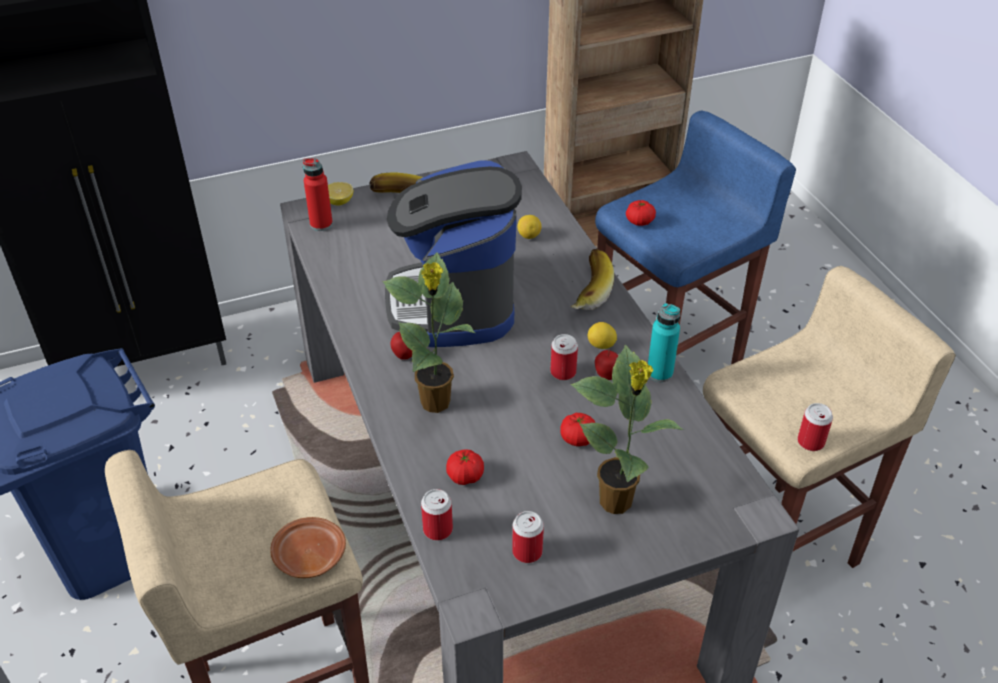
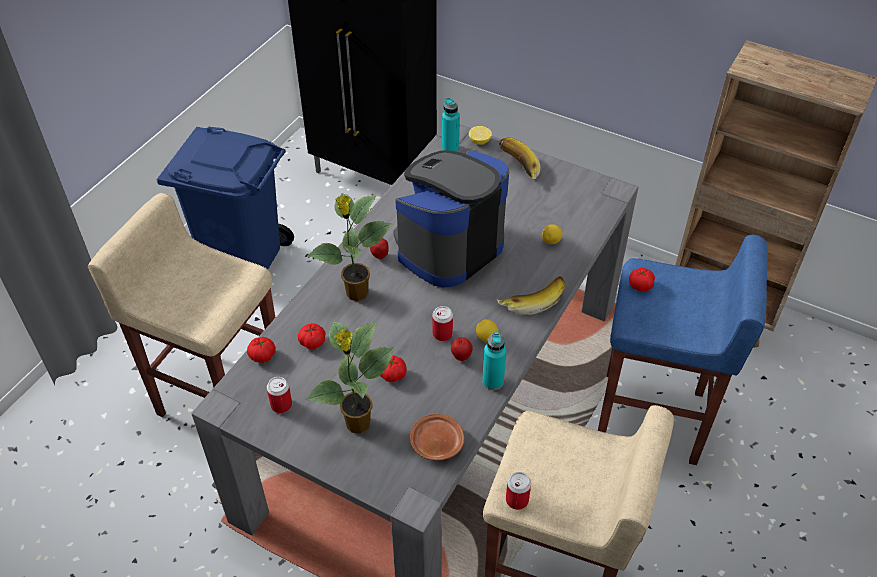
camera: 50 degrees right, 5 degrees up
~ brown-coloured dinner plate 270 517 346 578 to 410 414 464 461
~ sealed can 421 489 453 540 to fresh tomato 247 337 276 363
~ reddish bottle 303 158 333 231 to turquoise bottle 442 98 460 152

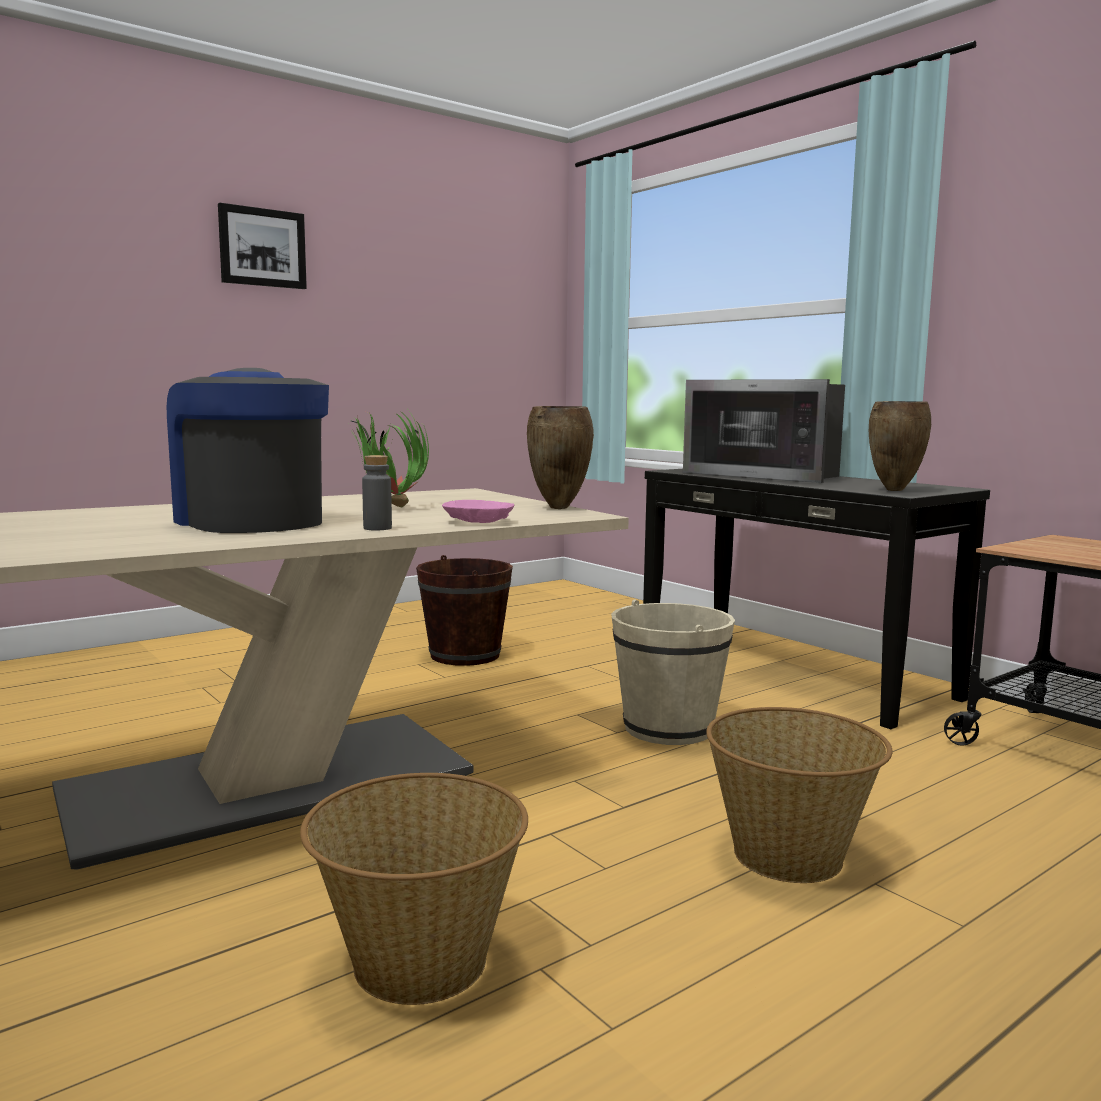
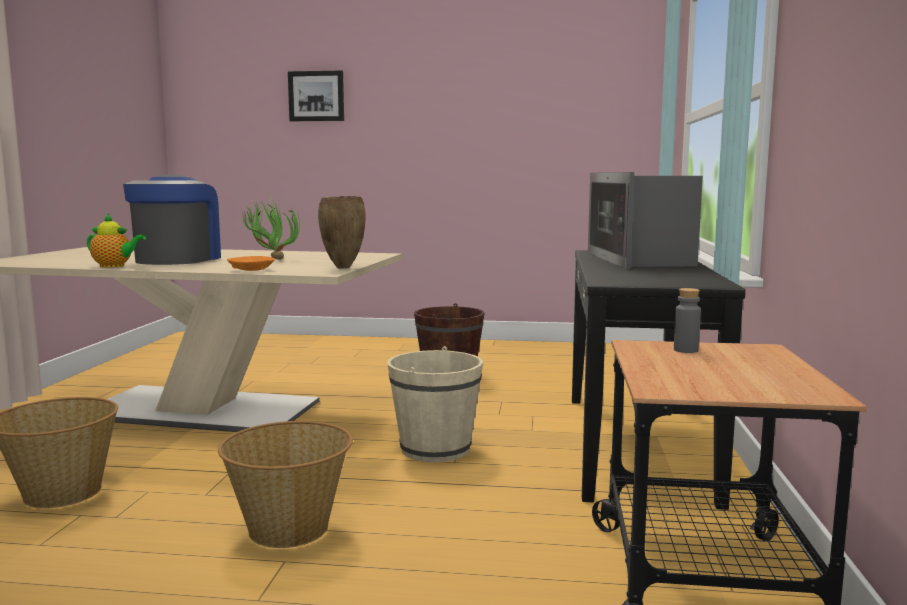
camera: 45 degrees right, 0 degrees up
- brown-coloured decorative vase 869 401 931 491
+ pot for tea 87 214 146 268
~ picture 218 203 307 289 to 288 70 344 121
~ greyish bottle 362 455 392 530 to 674 288 701 353
~ pinkish serving bowl 442 500 514 523 to orange serving bowl 227 256 275 271

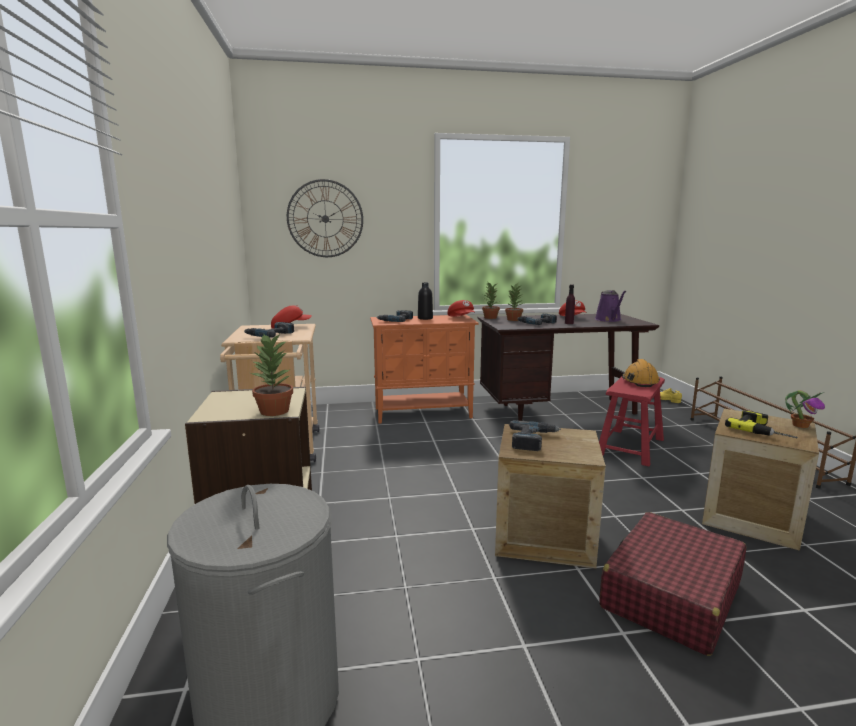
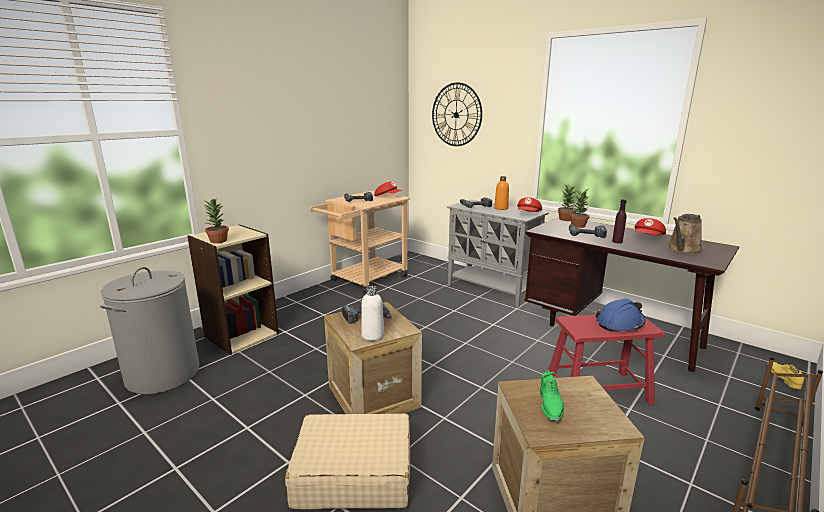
camera: 50 degrees right, 5 degrees up
- potted plant 785 390 825 428
+ whitish bottle 361 286 384 341
~ power drill 725 410 798 439 to green low shoe 540 370 564 421
~ orange cabinet 370 315 478 424 to greyish cabinet 447 199 549 308
~ black bottle 418 283 433 320 to orange bottle 494 176 509 210
~ purplish sprinkling can 595 290 626 322 to brown-coloured sprinkling can 667 214 702 254
~ reddish travel case 599 512 746 656 to sand-coloured travel case 285 413 410 509
~ orange work helmet 622 359 660 387 to blue-coloured work helmet 595 299 645 332

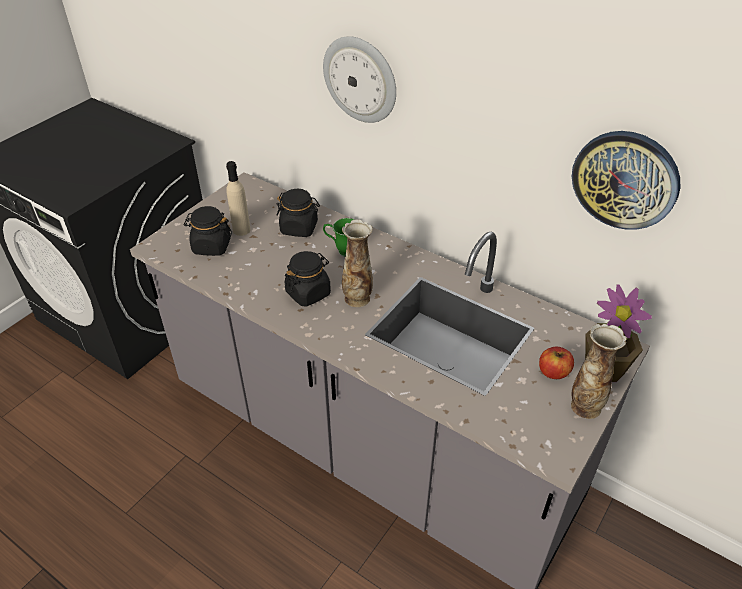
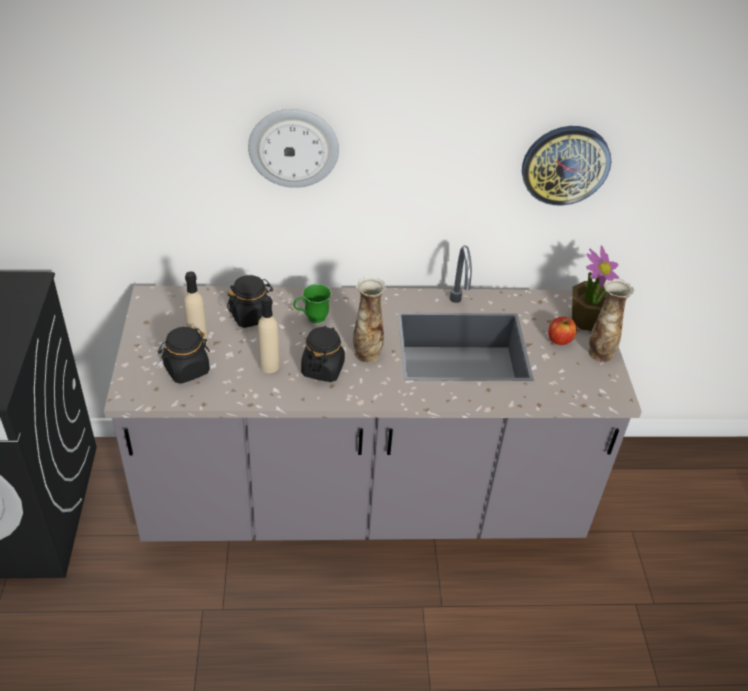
camera: 40 degrees left, 0 degrees up
+ sand-coloured bottle 258 296 280 373

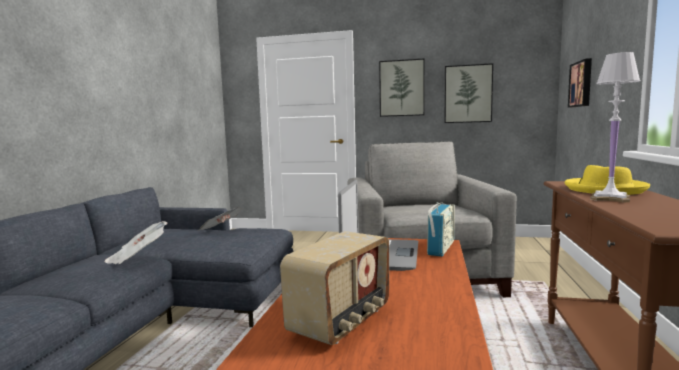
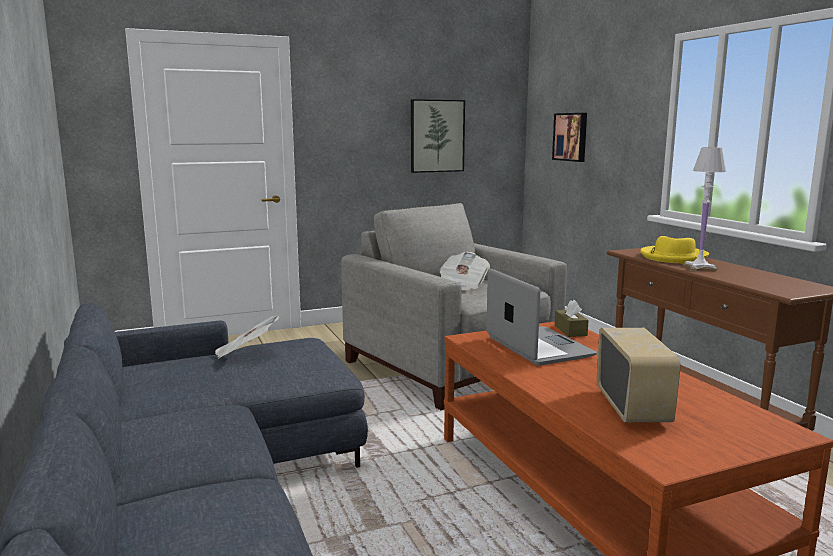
camera: 35 degrees left, 5 degrees up
- picture 379 58 425 117
~ newspaper 105 221 168 264 to 439 252 490 290
~ radio receiver 427 202 455 257 to brown-coloured box of tissues 555 300 589 337

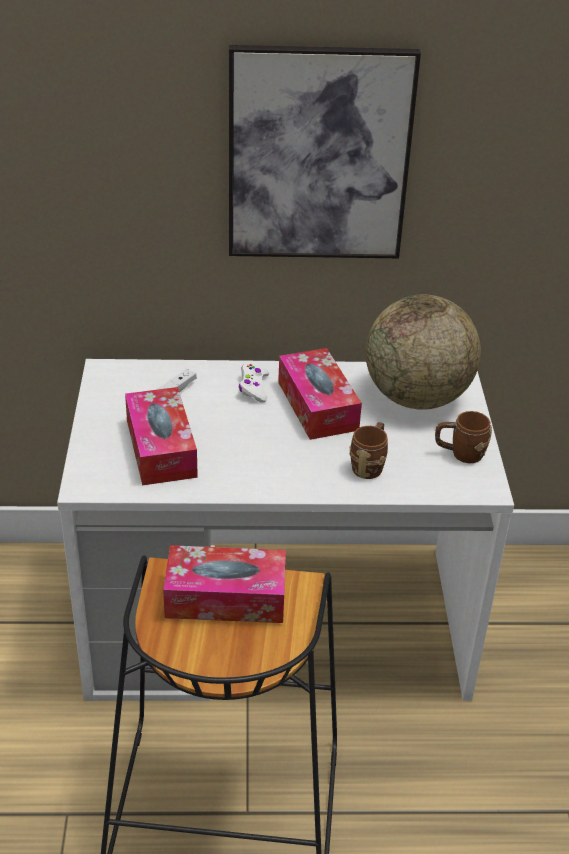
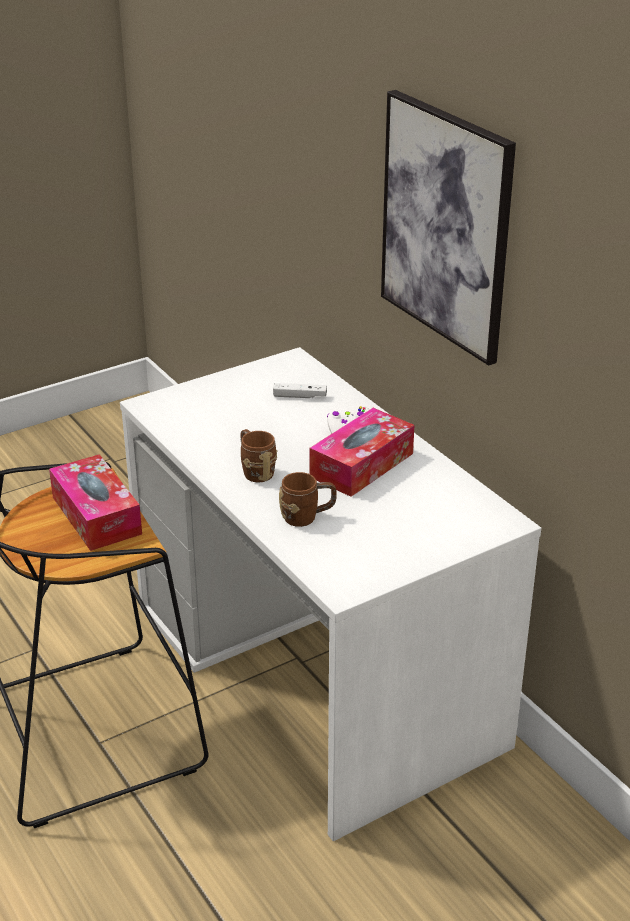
camera: 60 degrees right, 5 degrees down
- box of tissues 125 387 198 485
- desk globe 366 294 481 410
~ brown-coloured mug 435 411 492 463 to 241 429 277 482

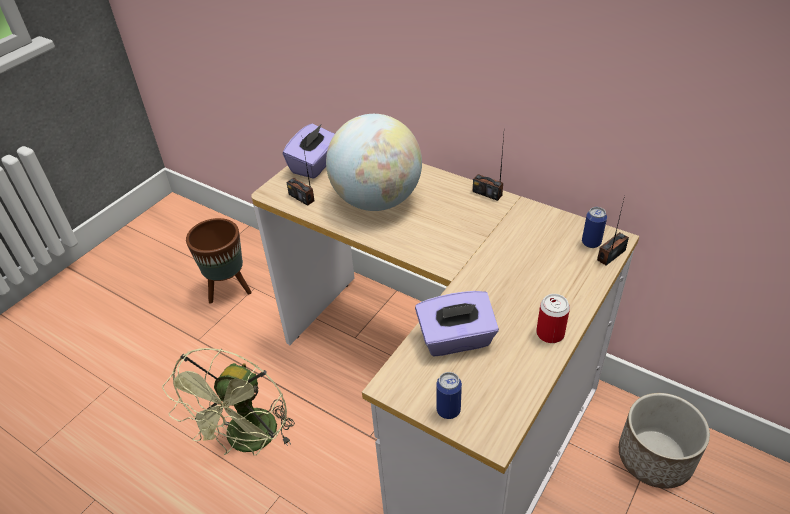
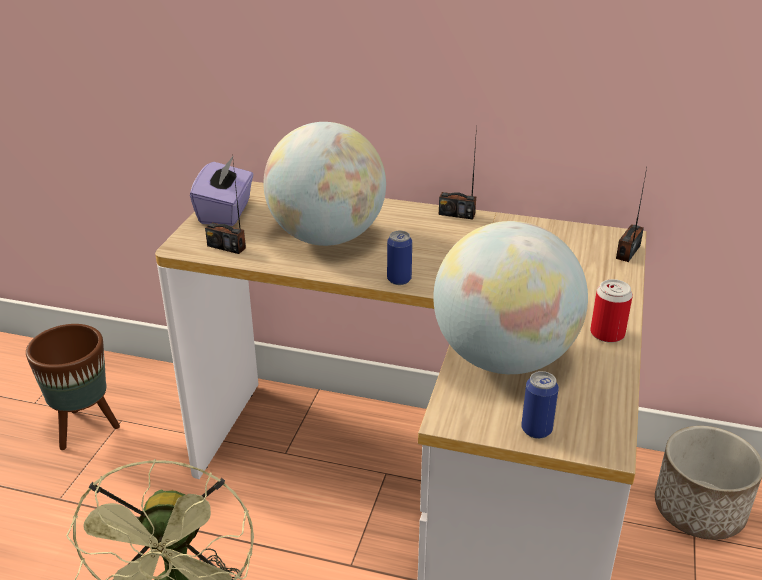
camera: 20 degrees left, 10 degrees down
~ sealed can 582 207 607 248 to 387 231 412 285
~ purplish box of tissues 415 291 499 356 to desk globe 433 221 588 374

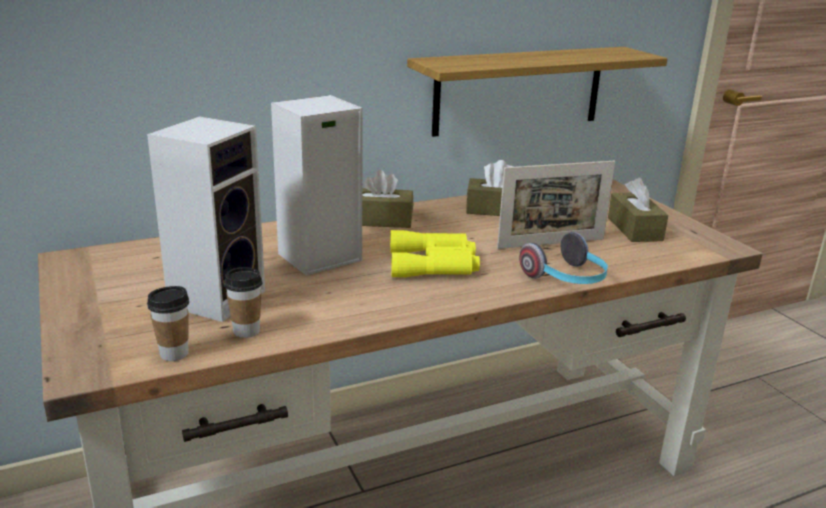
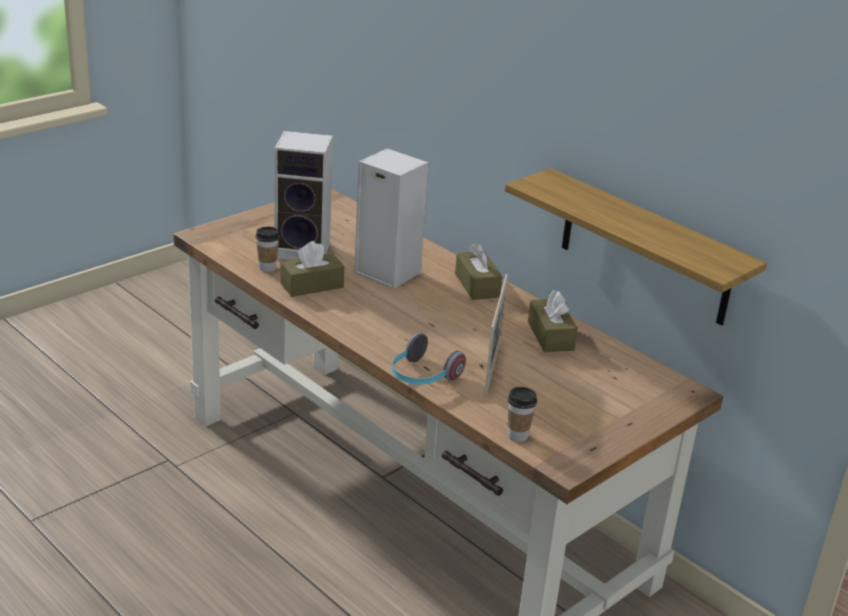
camera: 70 degrees right, 5 degrees up
- yellow field glasses 390 230 480 277
~ drinking cup 147 286 189 361 to 508 387 537 442
~ brown-coloured box of tissues 608 178 668 242 to 280 241 344 297
~ standing frame 497 161 615 249 = 484 274 508 397 135 degrees counterclockwise

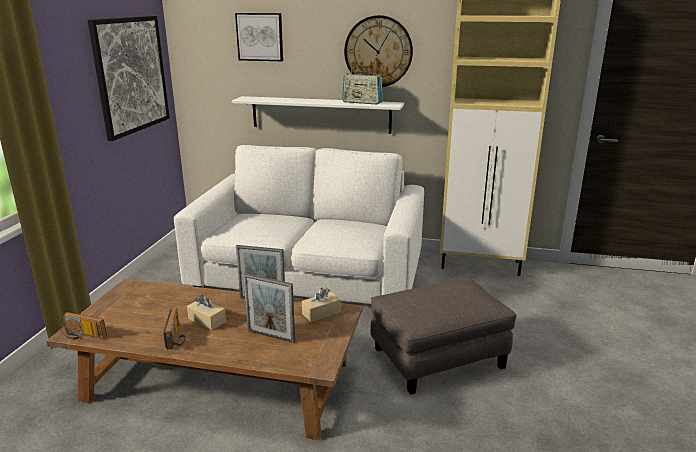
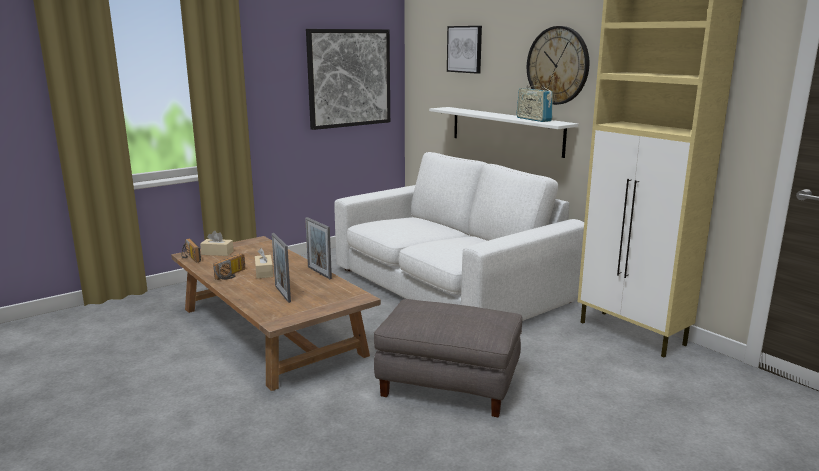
camera: 40 degrees right, 5 degrees down
~ sand-coloured box of tissues 302 288 341 322 to 200 231 234 256

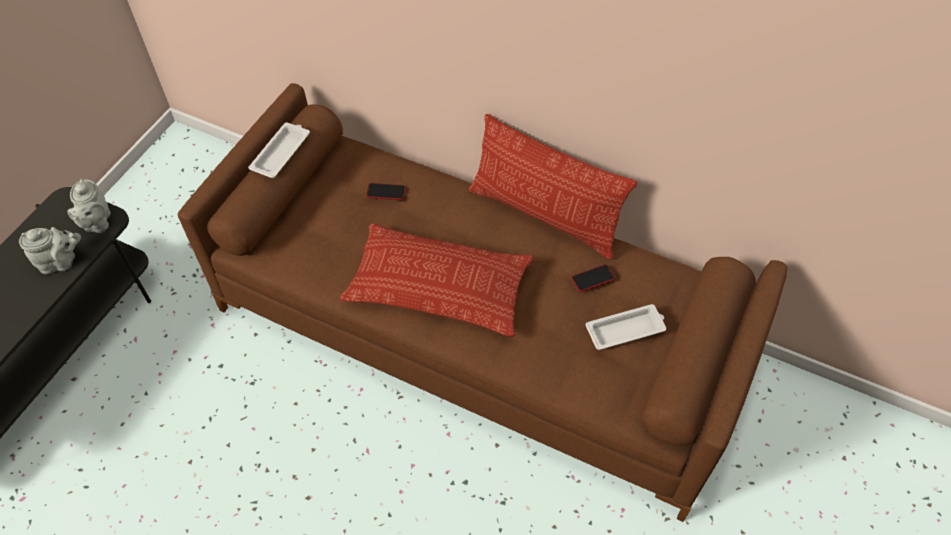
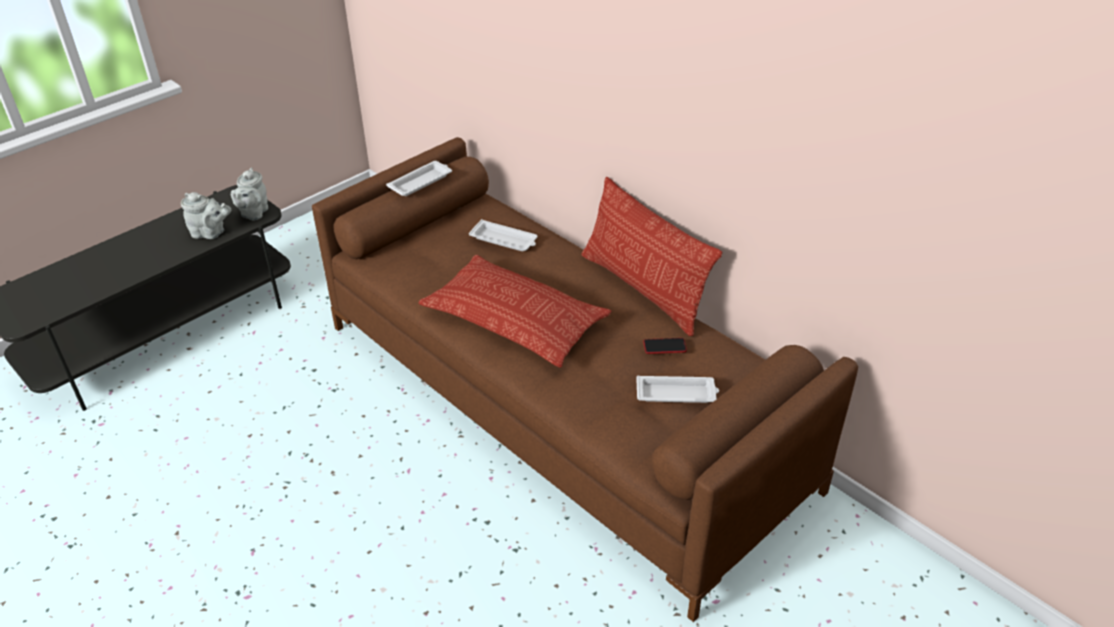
camera: 20 degrees right, 15 degrees down
~ phone 366 183 406 200 to whitish tray 469 219 538 251

